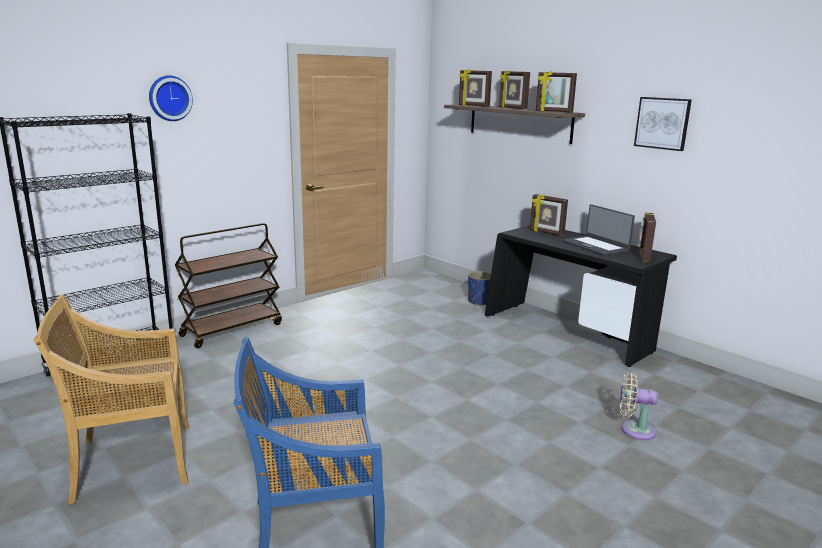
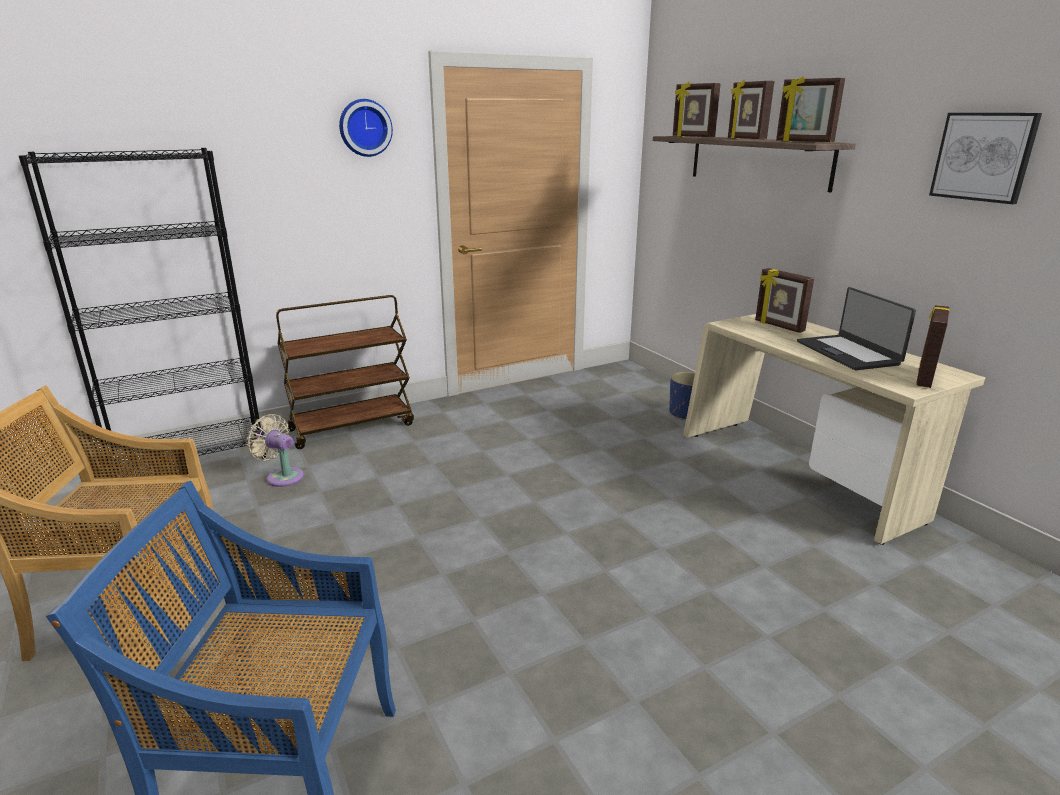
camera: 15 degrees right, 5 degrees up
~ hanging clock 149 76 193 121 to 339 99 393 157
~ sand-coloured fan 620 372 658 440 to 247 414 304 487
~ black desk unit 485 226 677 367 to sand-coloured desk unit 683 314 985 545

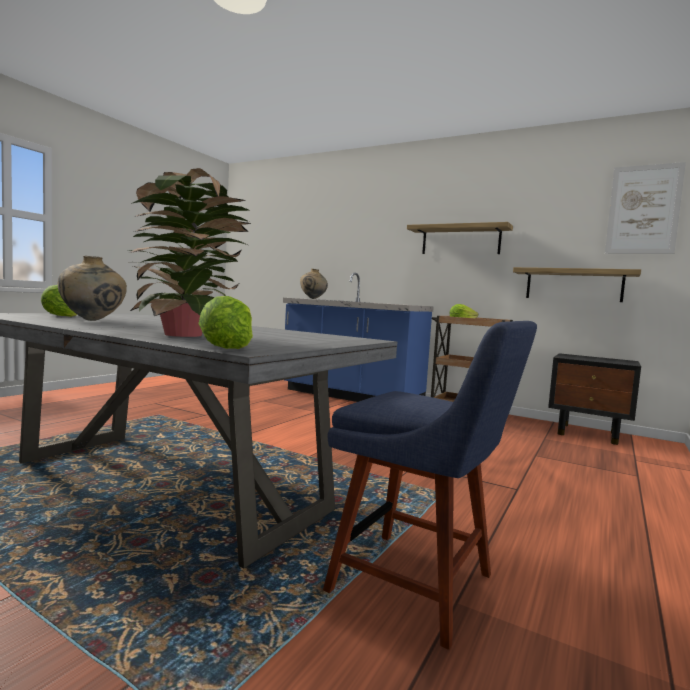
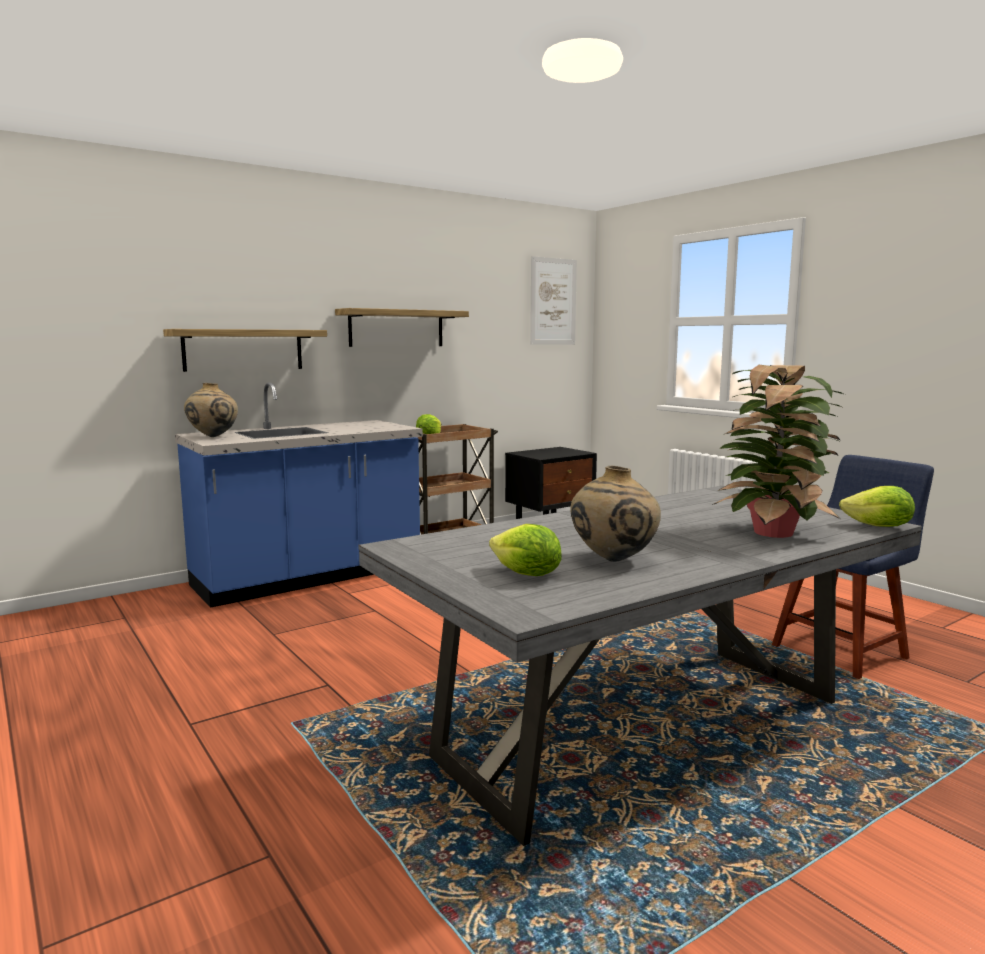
camera: 65 degrees left, 5 degrees up
~ bracket shelf 513 267 641 302 to 163 329 327 372

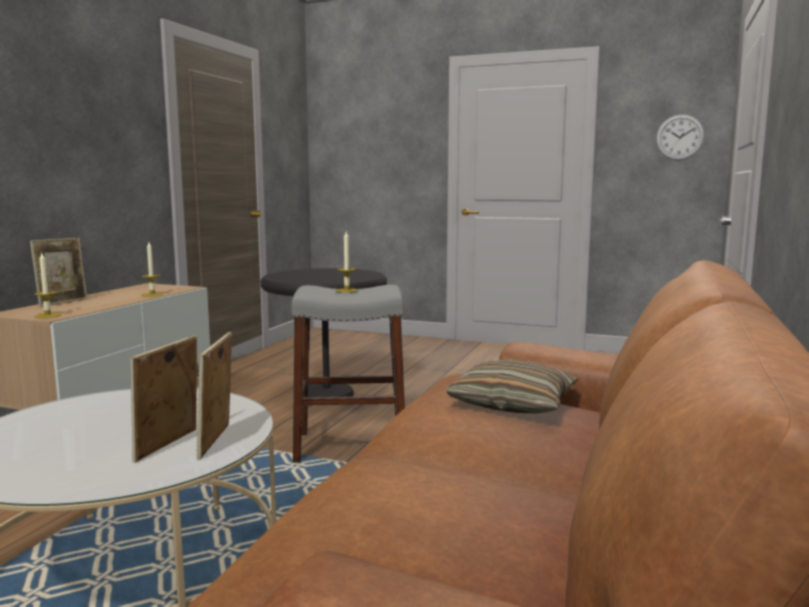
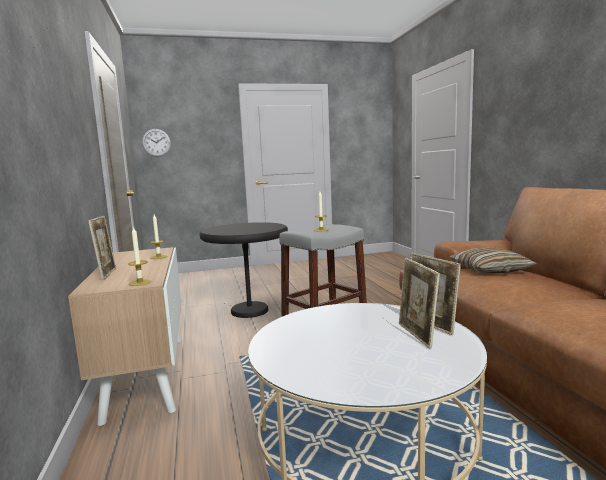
camera: 35 degrees left, 0 degrees up
~ hanging clock 656 114 705 161 to 142 129 171 156

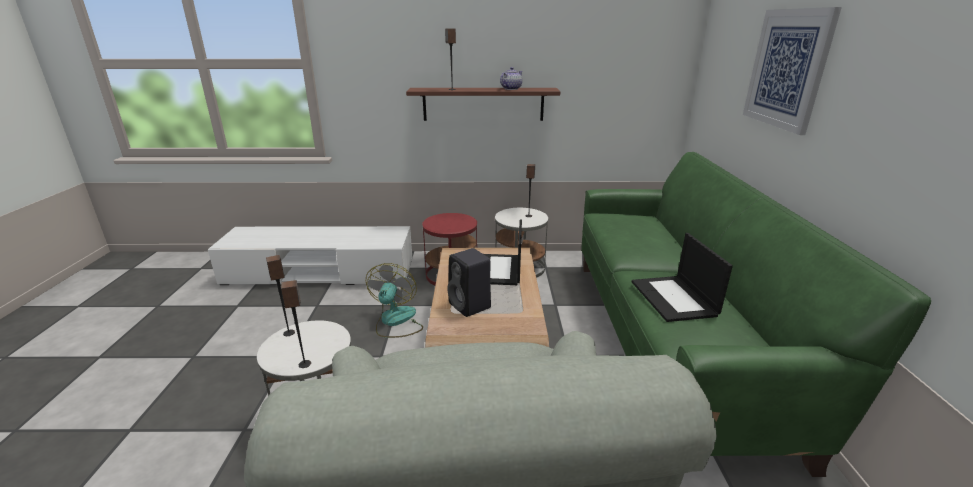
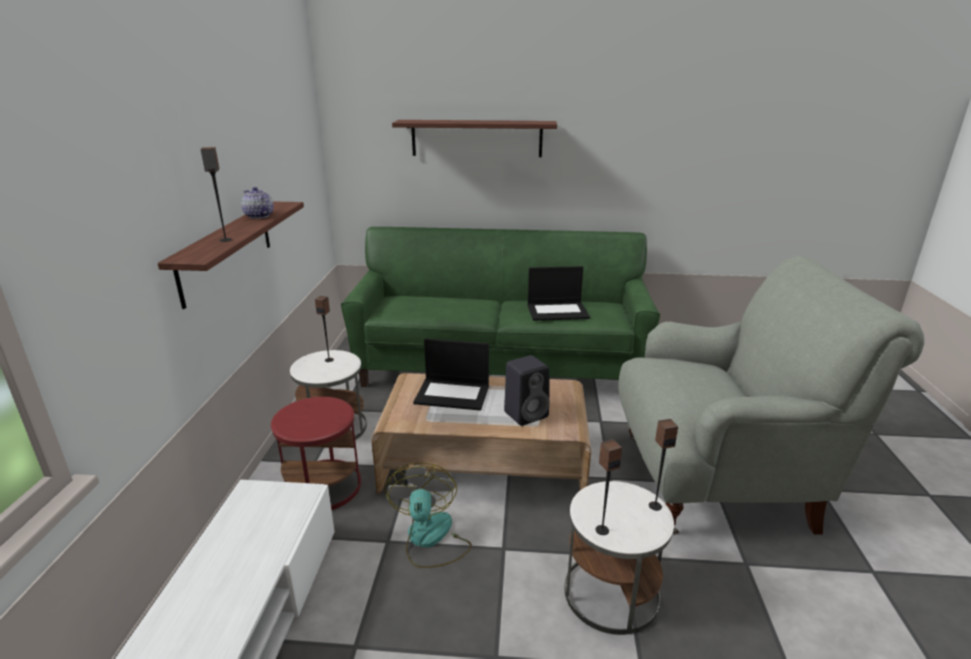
camera: 85 degrees left, 0 degrees up
~ picture 743 7 842 135 to bracket shelf 392 120 557 157
~ fan 366 263 423 338 = 385 462 472 568 75 degrees clockwise

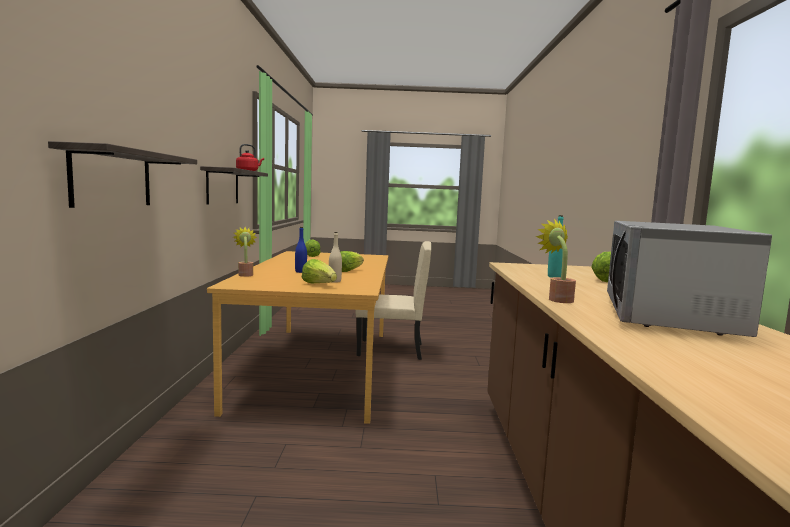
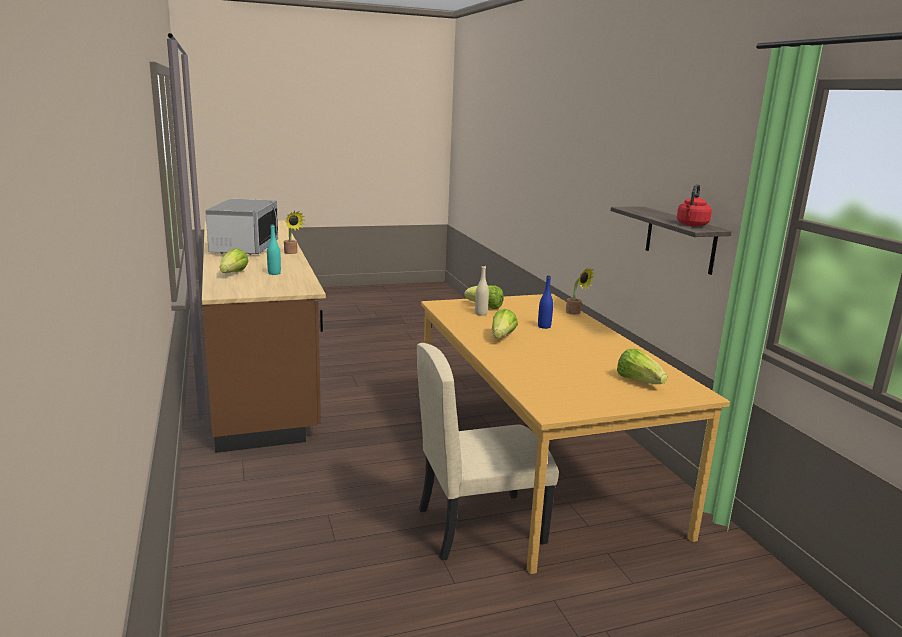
camera: 160 degrees right, 10 degrees up
- bracket shelf 48 141 197 208

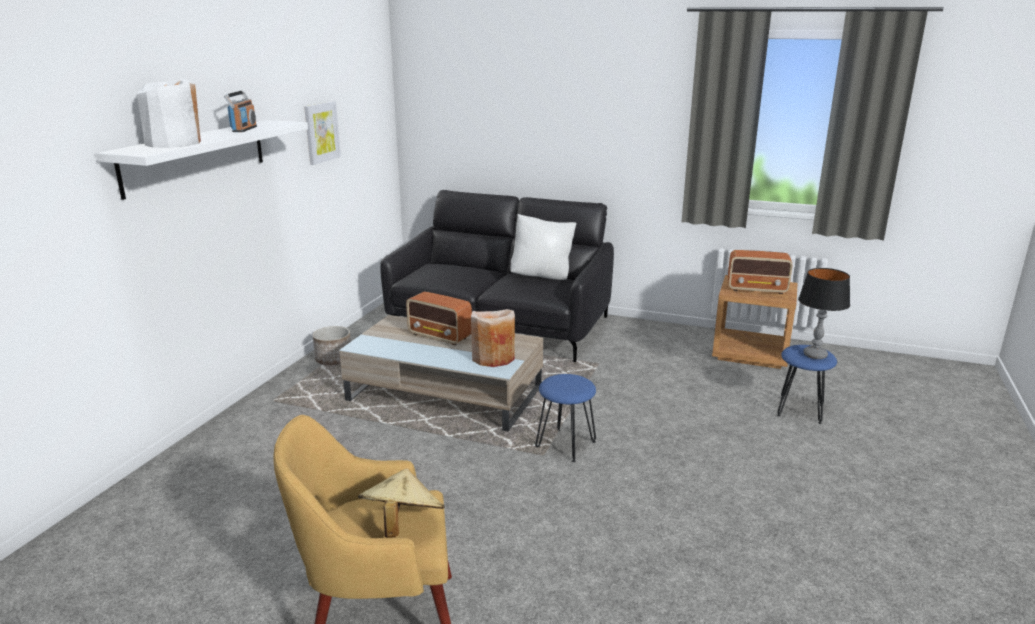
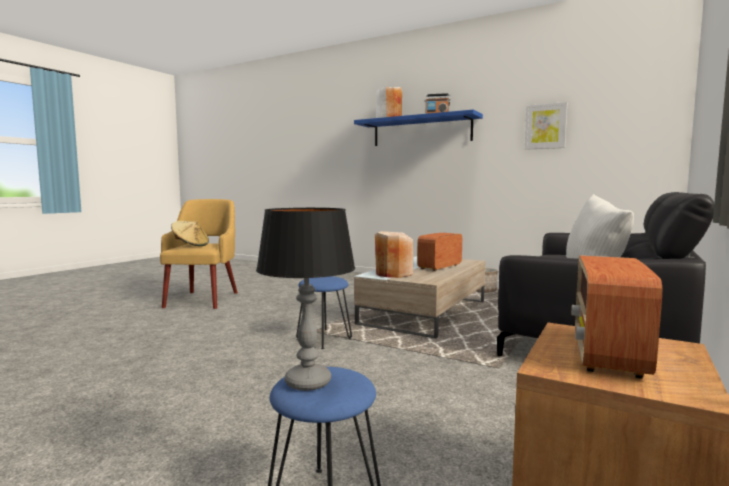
camera: 100 degrees right, 15 degrees down
~ whitish bracket shelf 96 120 308 200 to blue-coloured bracket shelf 354 110 483 146

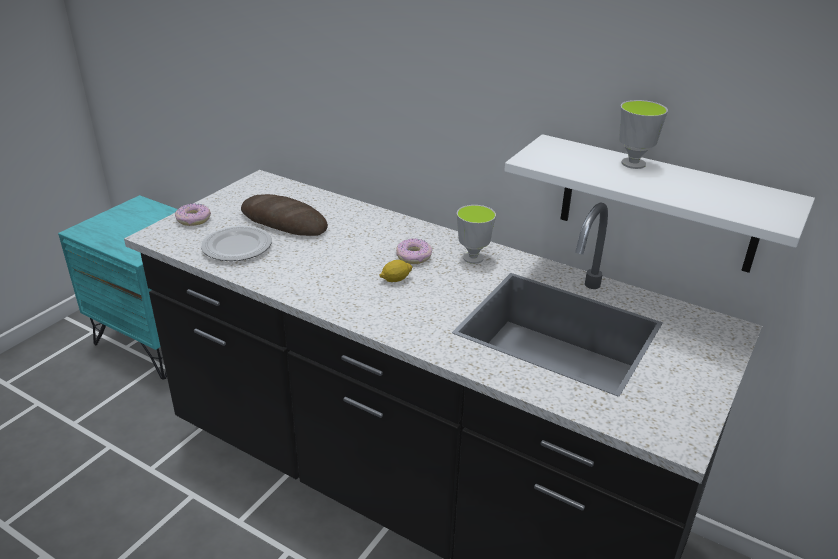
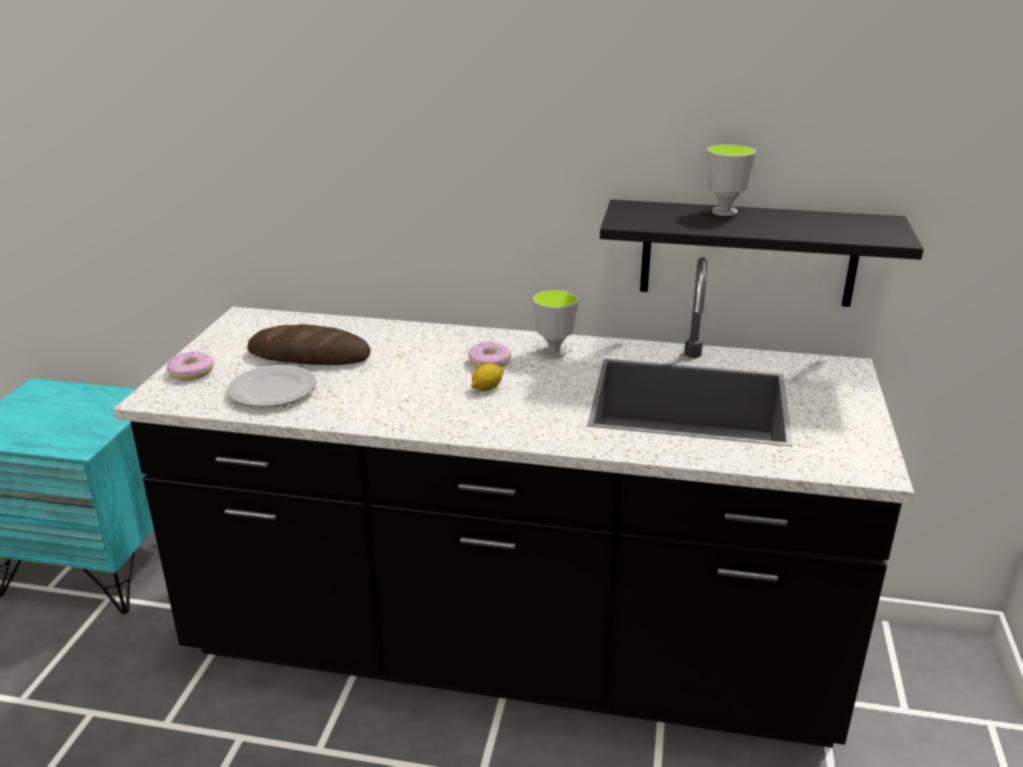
camera: 20 degrees left, 5 degrees down
~ whitish bracket shelf 504 134 815 273 to black bracket shelf 600 199 924 307

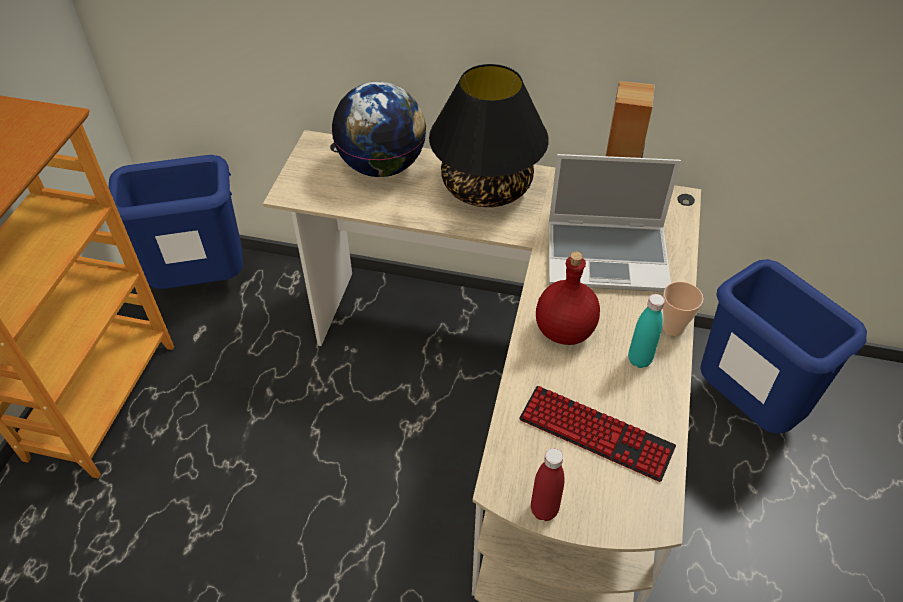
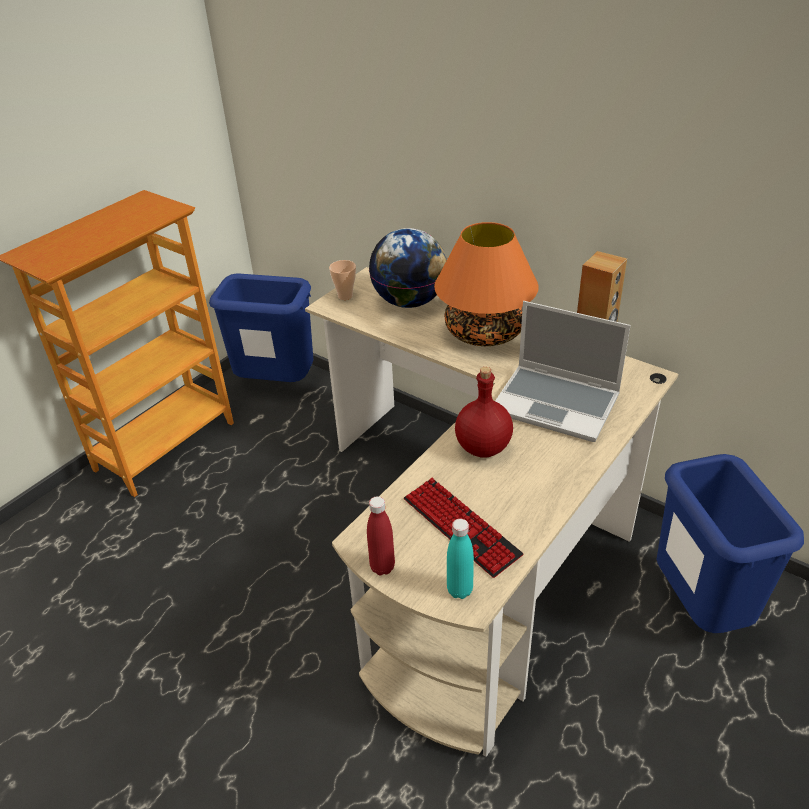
camera: 25 degrees right, 10 degrees down
~ turquoise bottle 628 294 665 368 to 447 519 474 599
~ drinking cup 662 282 703 336 to 329 260 356 300
~ black tabletop lamp 429 64 549 207 to orange tabletop lamp 434 222 538 346

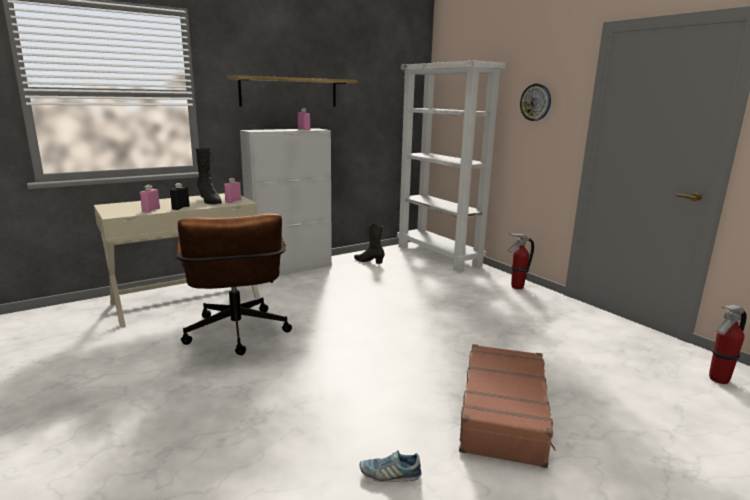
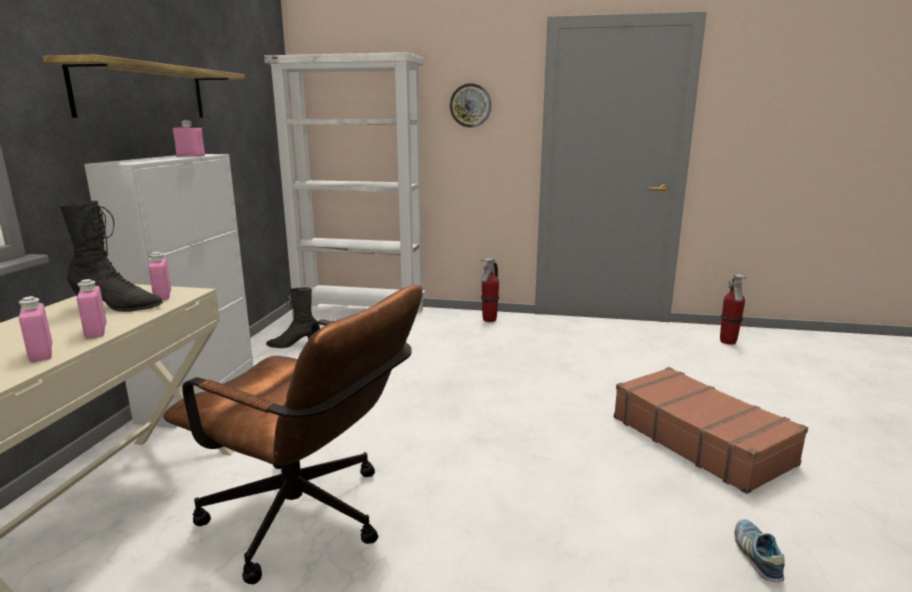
camera: 45 degrees left, 0 degrees up
~ black bottle 170 183 190 210 to pinkish bottle 77 279 107 339
~ low shoe 360 450 422 482 = 734 519 785 582 135 degrees clockwise

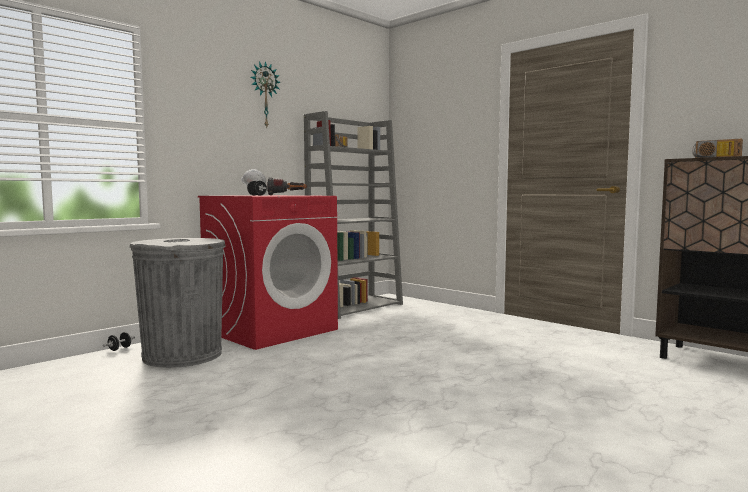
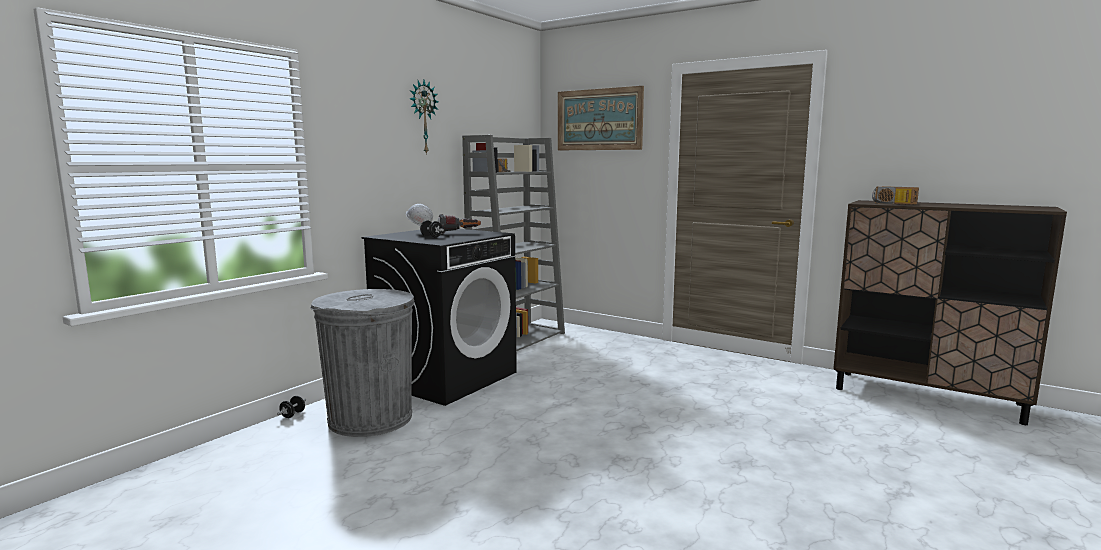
camera: 10 degrees left, 5 degrees up
+ picture 558 86 644 150
~ reddish washing machine 198 195 338 350 to black washing machine 362 229 517 406

